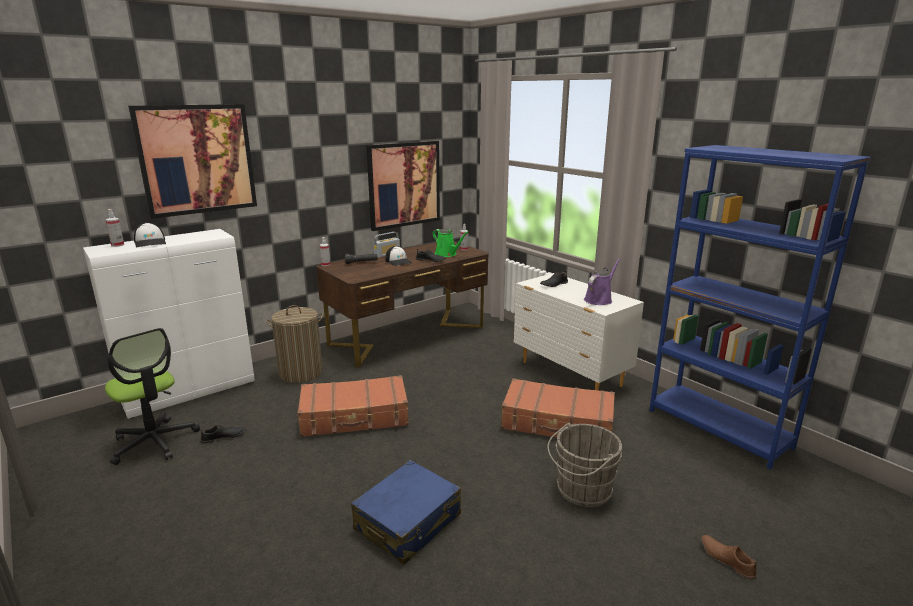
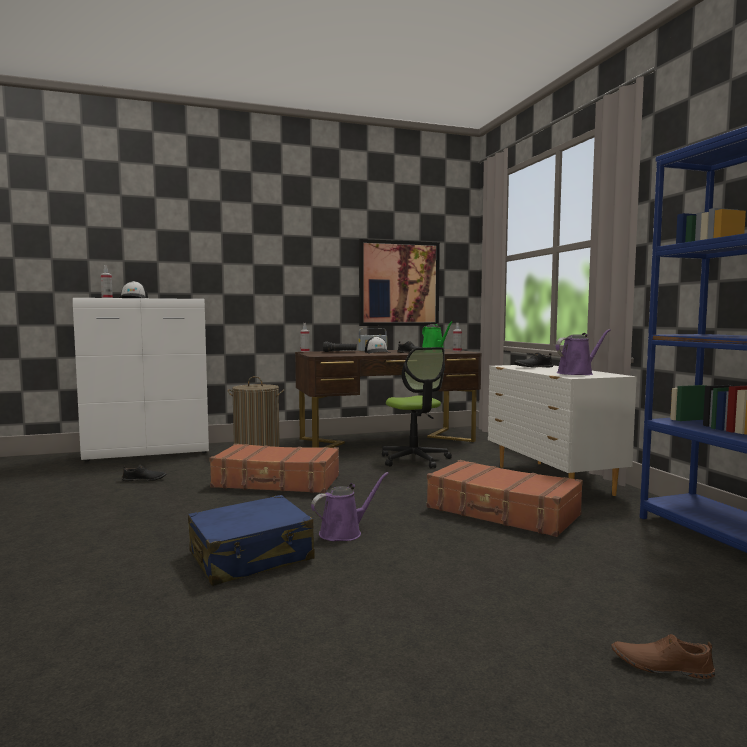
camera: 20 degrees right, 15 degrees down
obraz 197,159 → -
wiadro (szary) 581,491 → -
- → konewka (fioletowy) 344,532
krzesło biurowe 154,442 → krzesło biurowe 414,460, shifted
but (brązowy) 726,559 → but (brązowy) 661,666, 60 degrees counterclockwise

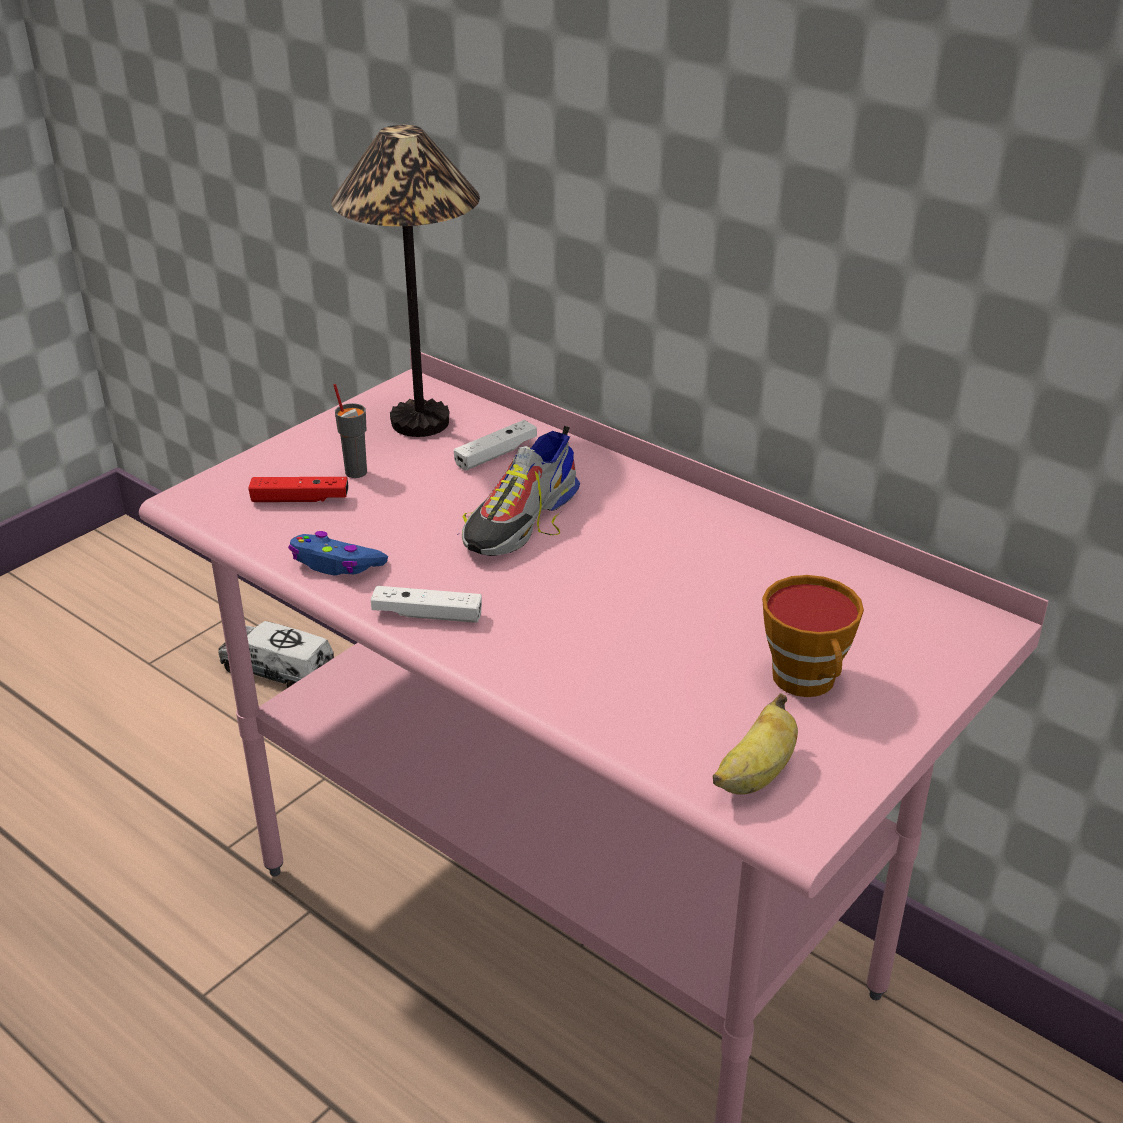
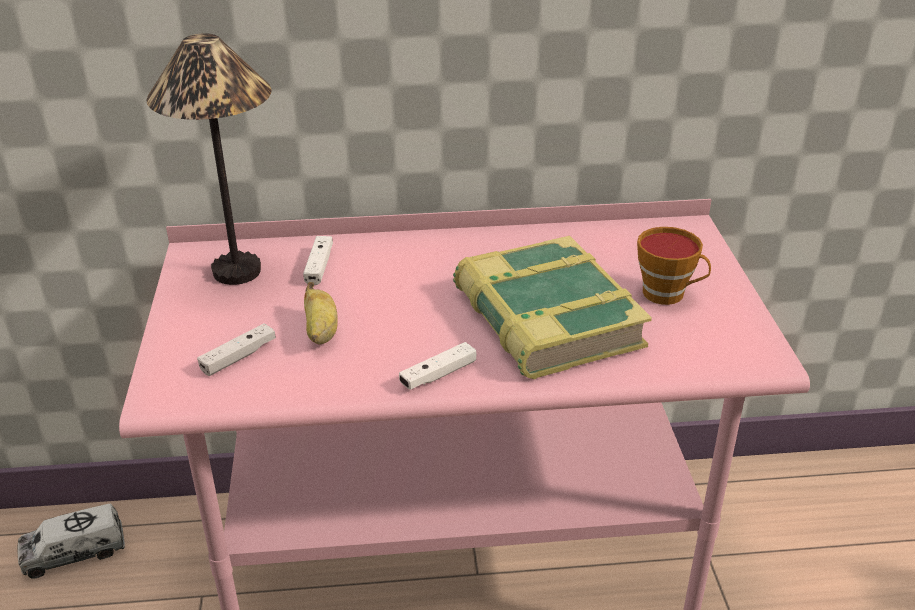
camera: 45 degrees left, 0 degrees up
pad do gier (niebieski) 336,564 → -
filiżanka (szary) 356,472 → -
but 521,520 → -
- → książka 545,319
banan 755,775 → banan 321,332, shifted
pad do gier (czerwony) 300,499 → pad do gier (biały) 238,357

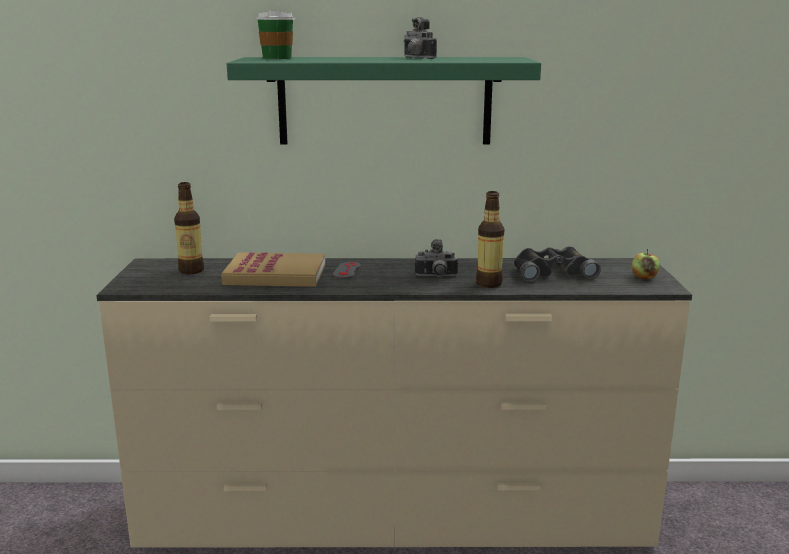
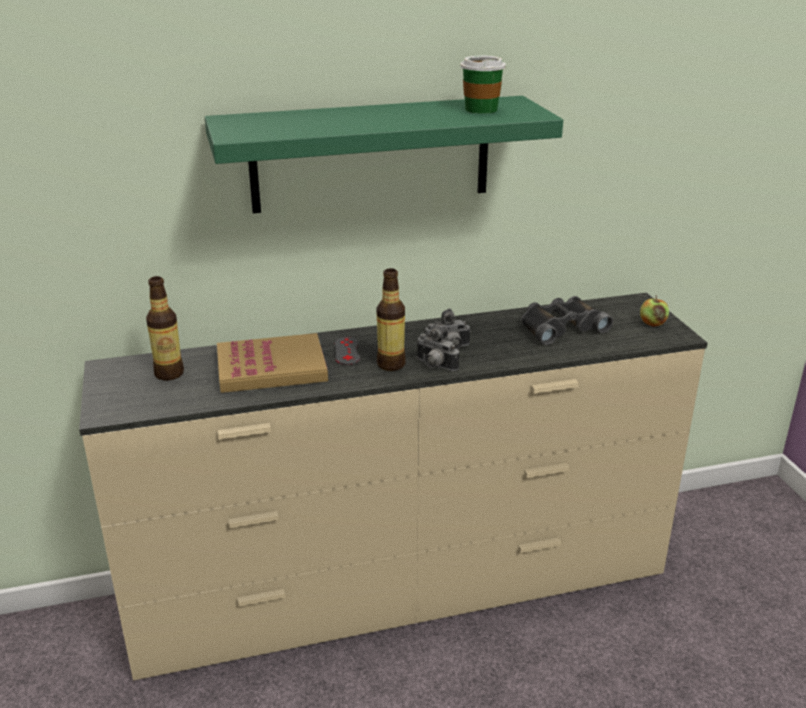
camera: 15 degrees left, 10 degrees up
filiżanka 277,58 → filiżanka 481,109, shifted
aparat fotograficzny 416,58 → aparat fotograficzny 434,366, shifted
butelka 488,283 → butelka 391,364, shifted

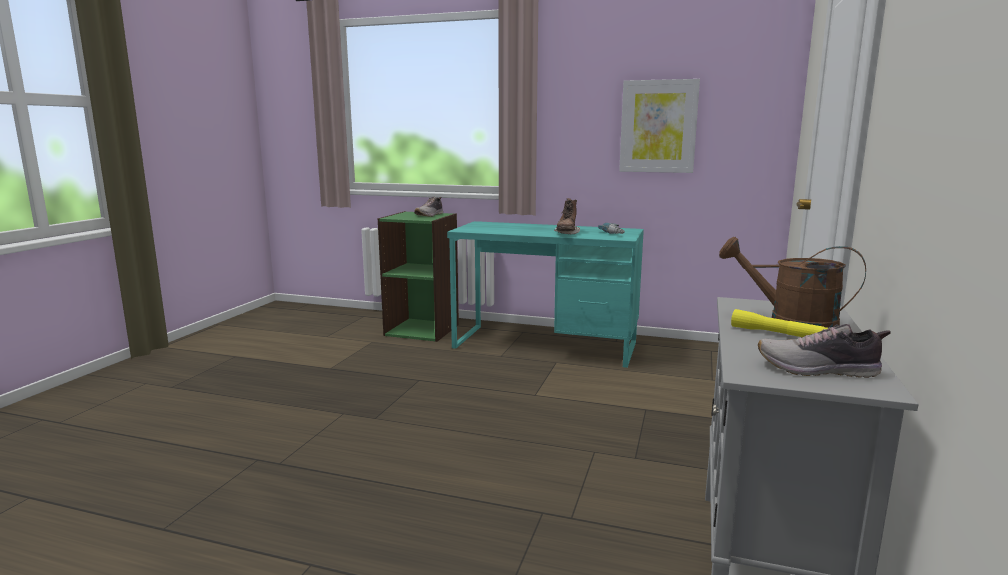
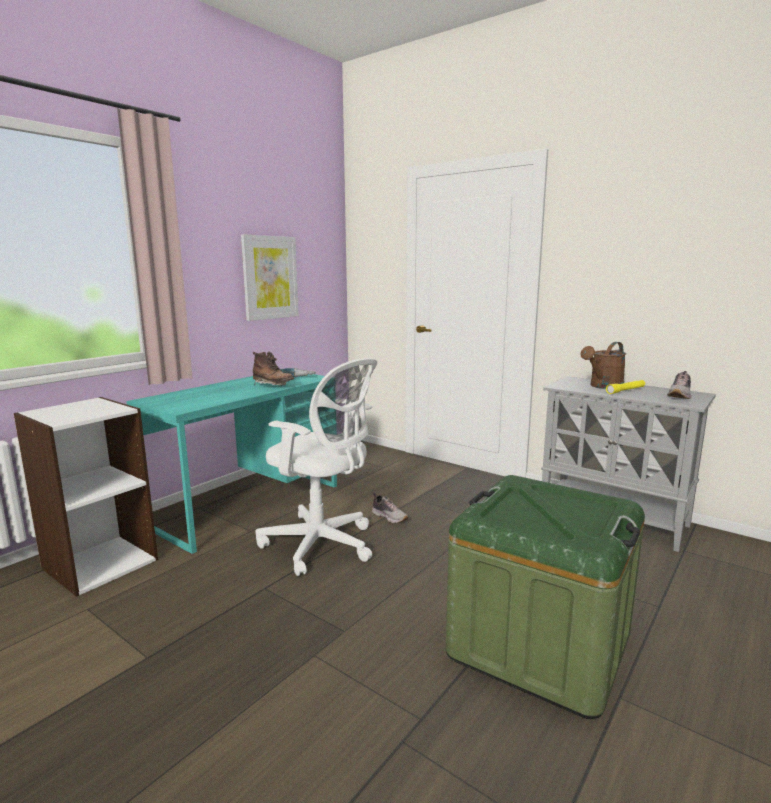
camera: 70 degrees left, 0 degrees up
- → krzesło biurowe (biały) 322,545
- → pojemnik do przechowywania (zielony) 539,644
but 430,215 → but 390,517, shifted
regał (zielony) 422,330 → regał (biały) 100,563

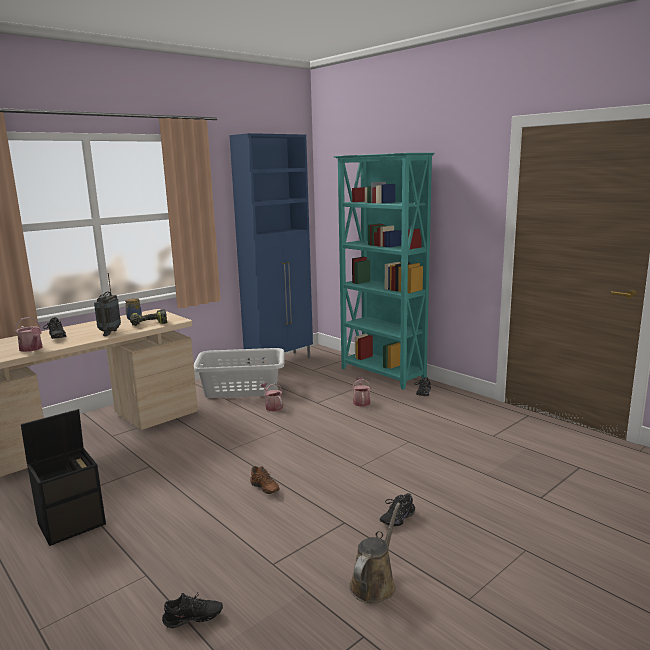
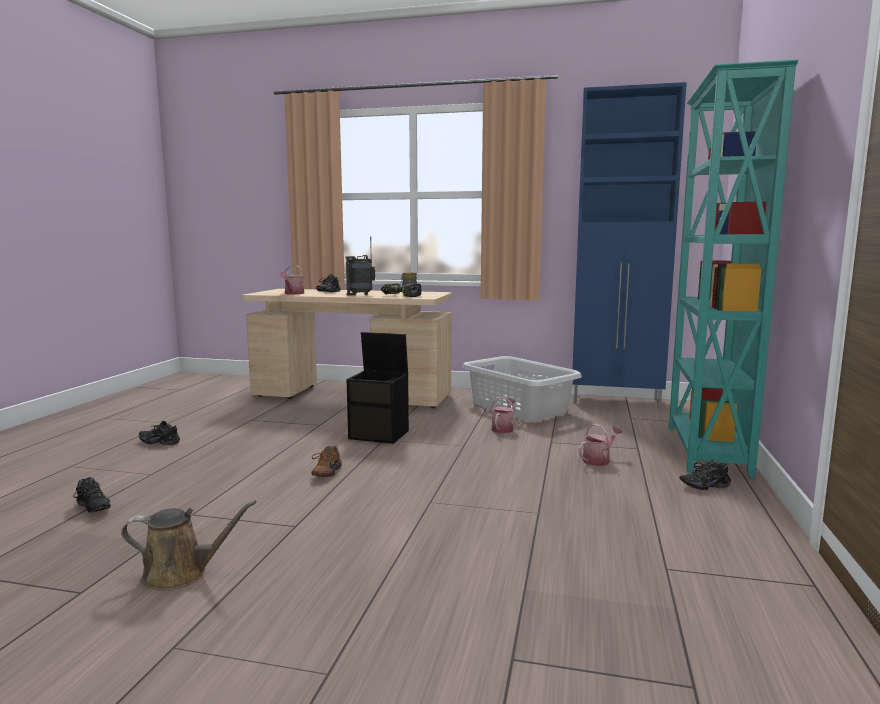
camera: 55 degrees right, 5 degrees down
pojemnik do przechowywania (czarny) 73,523 → pojemnik do przechowywania (czarny) 380,434, shifted
but (czarny) 396,518 → but (czarny) 160,442, shifted

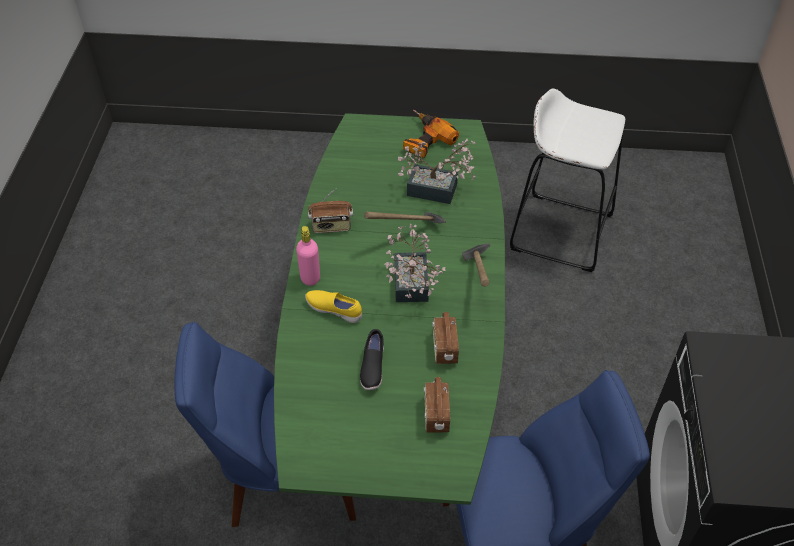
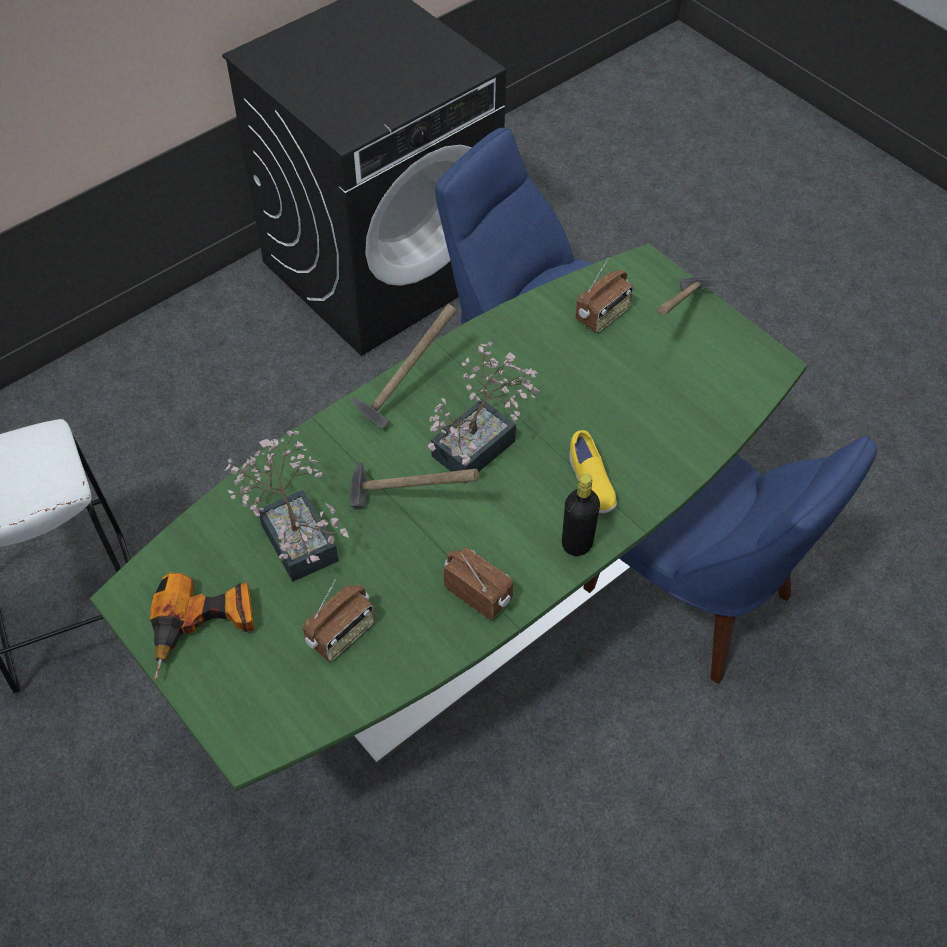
camera: 135 degrees left, 5 degrees up
but (czarny) 372,368 → -
- → młotek 680,321
radio 444,349 → radio 341,634, shifted
butelka (różowy) 310,278 → butelka (czarny) 577,543

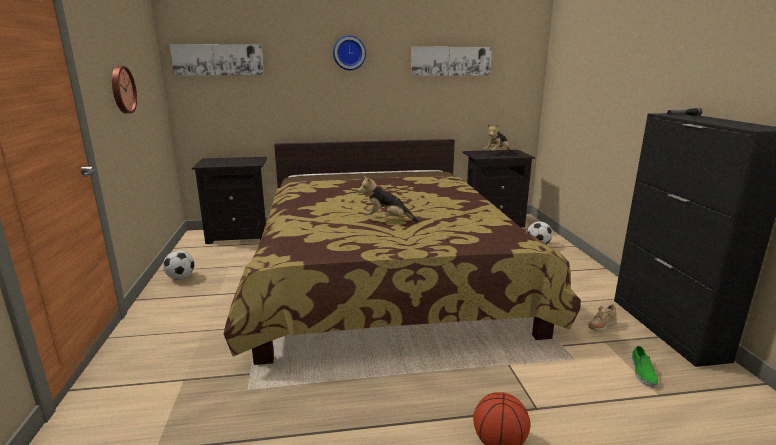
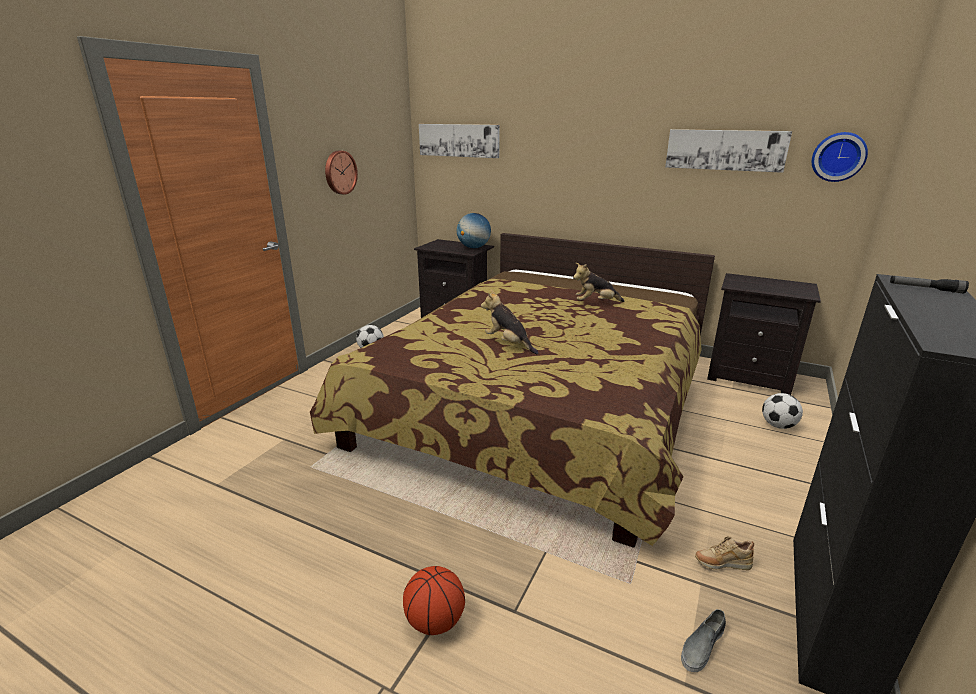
camera: 35 degrees right, 5 degrees up
- → globus 474,247
zegar ścienny 349,53 → zegar ścienny 838,157, shifted
pluszak 497,152 → pluszak 595,303, shifted
but (zielony) 642,372 → but (szary) 702,645

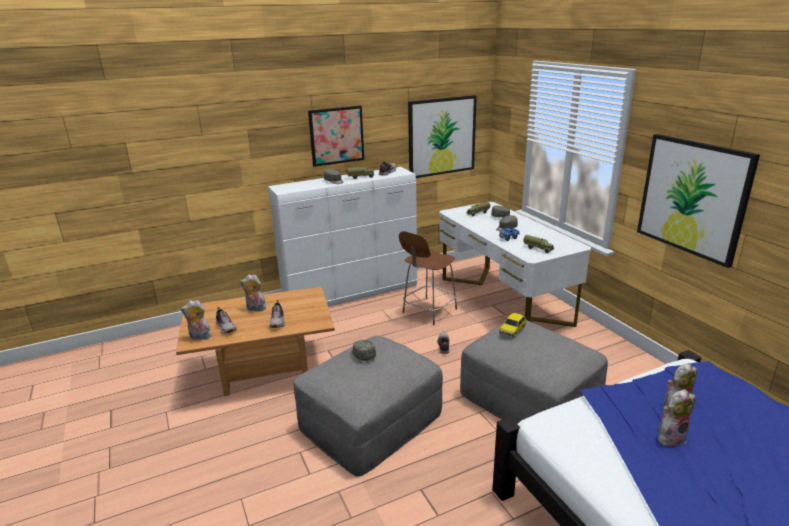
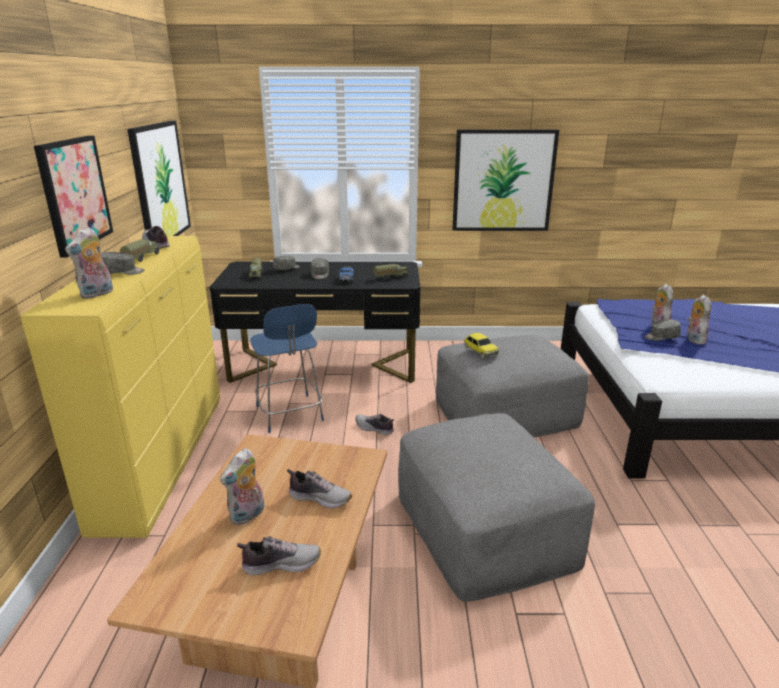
camera: 65 degrees left, 0 degrees up
pluszak 199,337 → pluszak 97,294, shifted
czapka z daszkiem (szary) 362,355 → czapka z daszkiem (szary) 661,337, shifted
komoda (biały) 352,294 → komoda (żółty) 166,459
krzesło (brązowy) 428,311 → krzesło (niebieski) 290,415
biurko (biały) 503,300 → biurko (czarny) 324,365

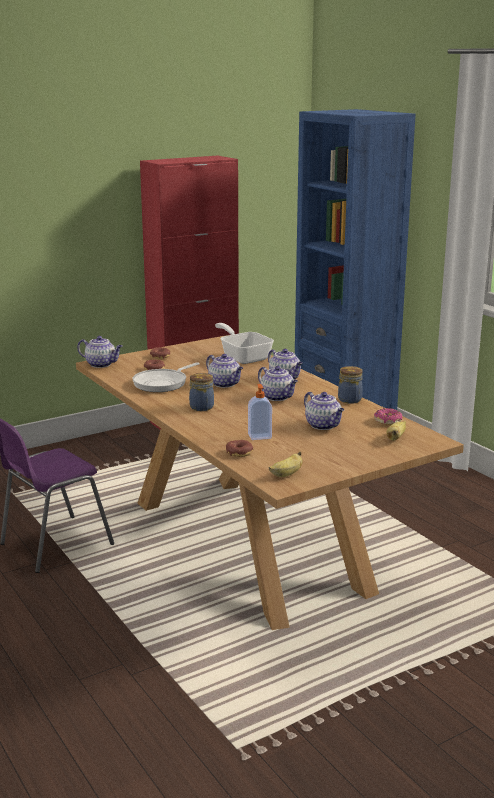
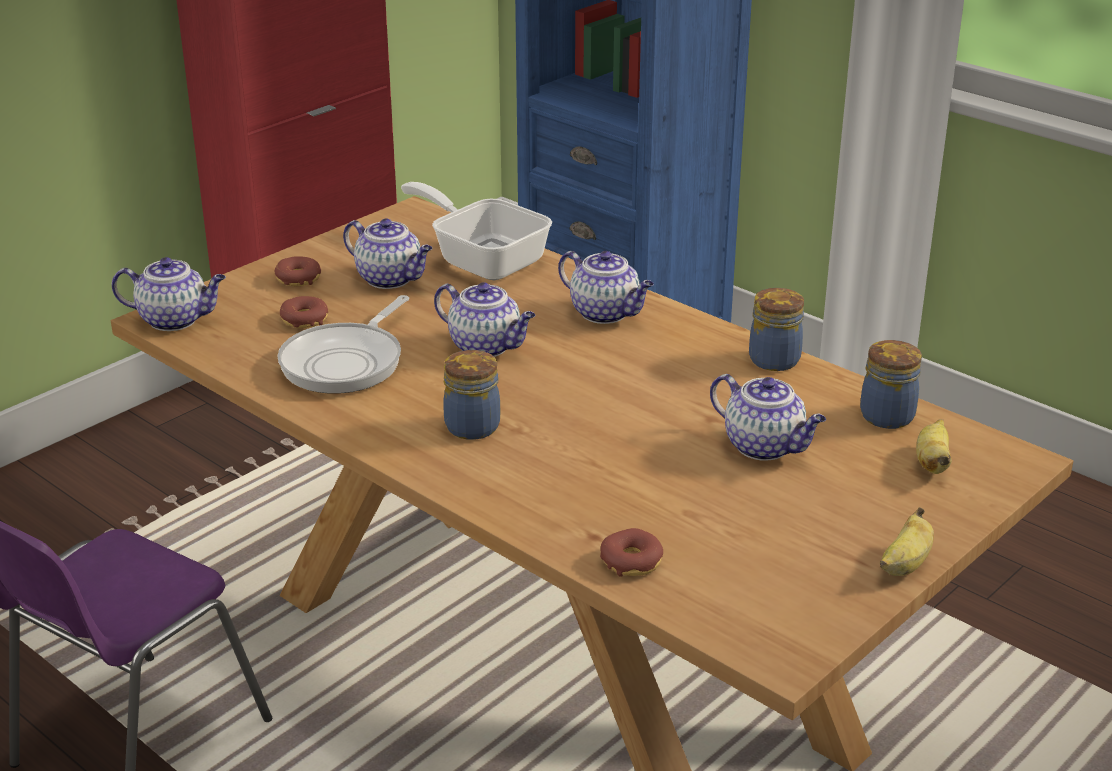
camera: 15 degrees left, 10 degrees up
dozownik mydła 259,436 → -
imbryk 278,397 → imbryk 391,279, shifted
banan 286,474 → banan 905,565, shifted
donut 388,421 → słoik 887,415

